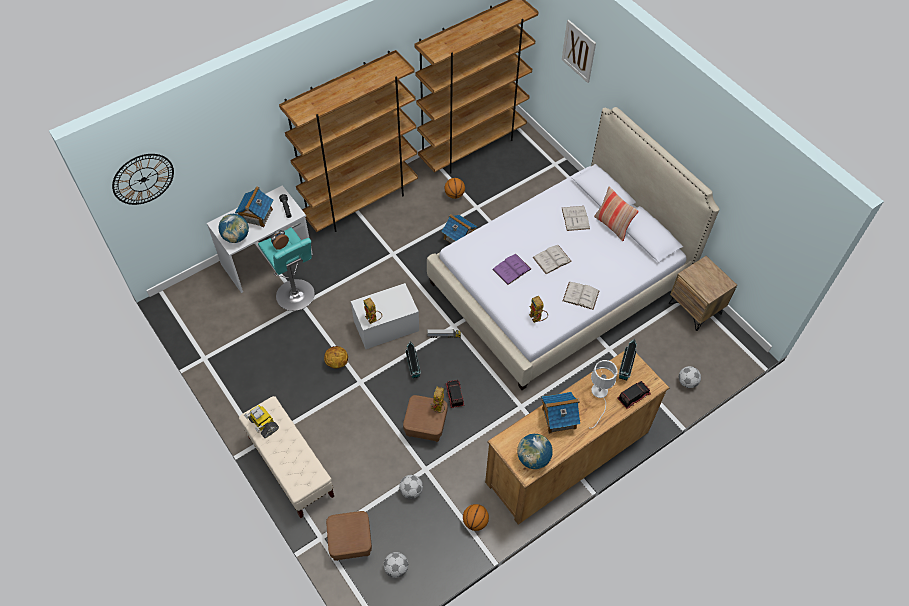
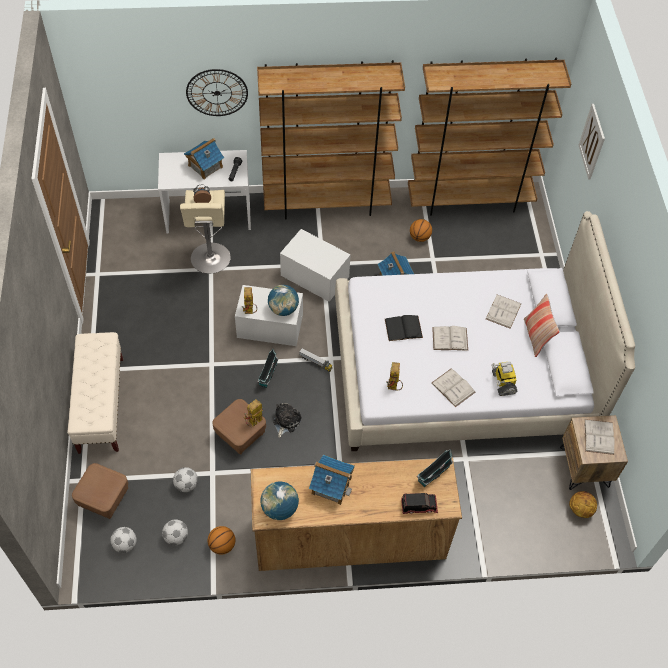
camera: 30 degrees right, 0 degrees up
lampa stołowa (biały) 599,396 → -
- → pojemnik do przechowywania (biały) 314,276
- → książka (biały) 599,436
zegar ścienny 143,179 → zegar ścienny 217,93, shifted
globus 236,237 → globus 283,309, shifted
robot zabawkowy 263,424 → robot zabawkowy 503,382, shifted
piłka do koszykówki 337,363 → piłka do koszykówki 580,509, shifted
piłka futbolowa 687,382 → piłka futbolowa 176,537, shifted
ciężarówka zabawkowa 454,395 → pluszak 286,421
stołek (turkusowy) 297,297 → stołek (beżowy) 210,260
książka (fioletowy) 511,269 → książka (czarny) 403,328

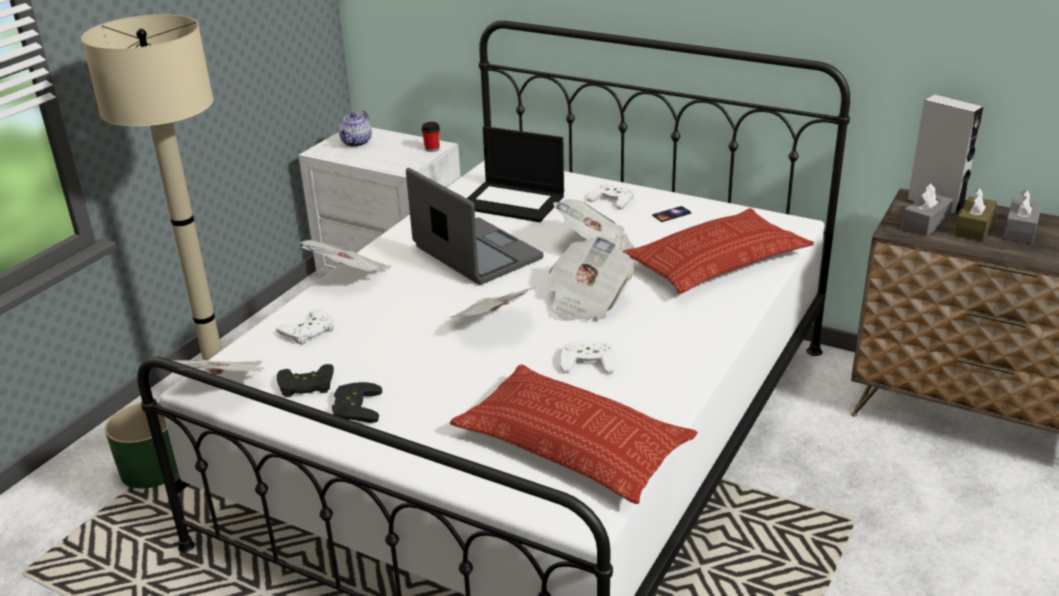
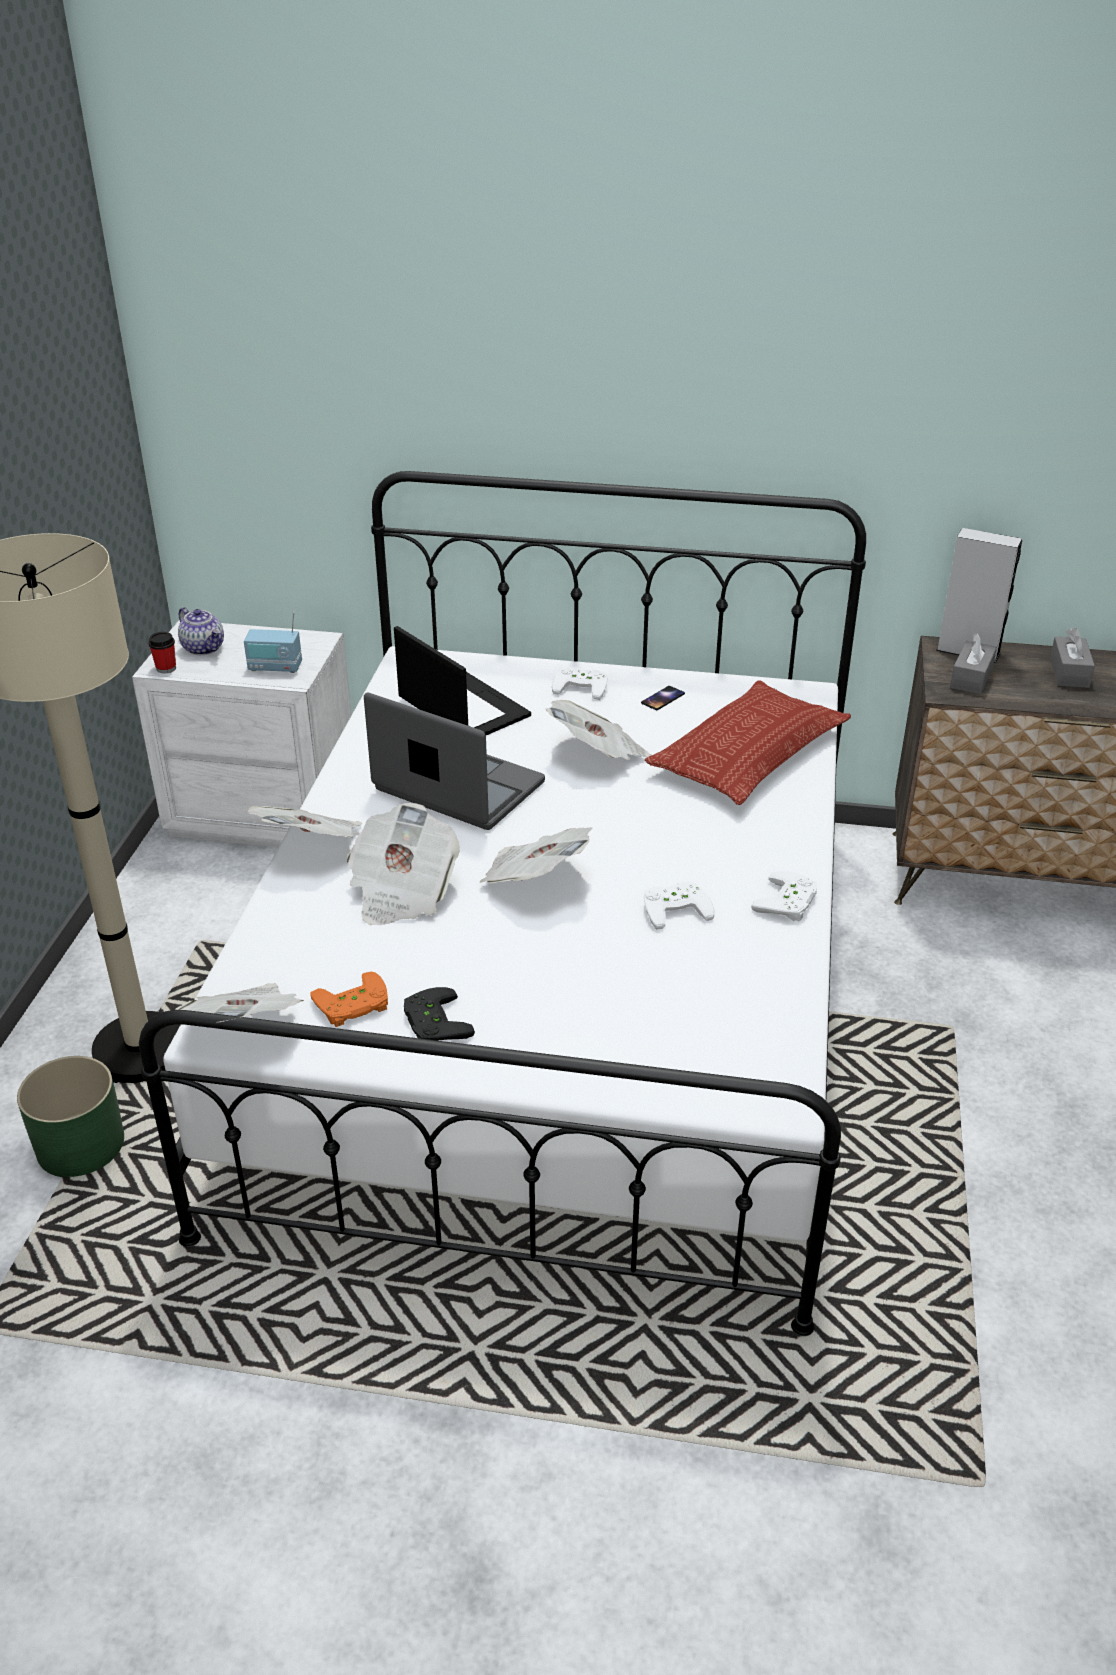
camera: 20 degrees left, 5 degrees up
poduszka 573,443 → -
pudełko chusteczek (brązowy) 973,228 → -
- → radio 275,668
pad do gier (biały) 309,332 → pad do gier (biały) 789,902, shifted
filiżanka 432,149 → filiżanka 166,668, shifted
gazeta 586,301 → gazeta 402,891, shifted
pad do gier (czarny) 305,386 → pad do gier (pomarańczowy) 353,1006
imbryk 357,142 → imbryk 204,648, 45 degrees counterclockwise
laptop 514,202 → laptop 461,707, 135 degrees counterclockwise

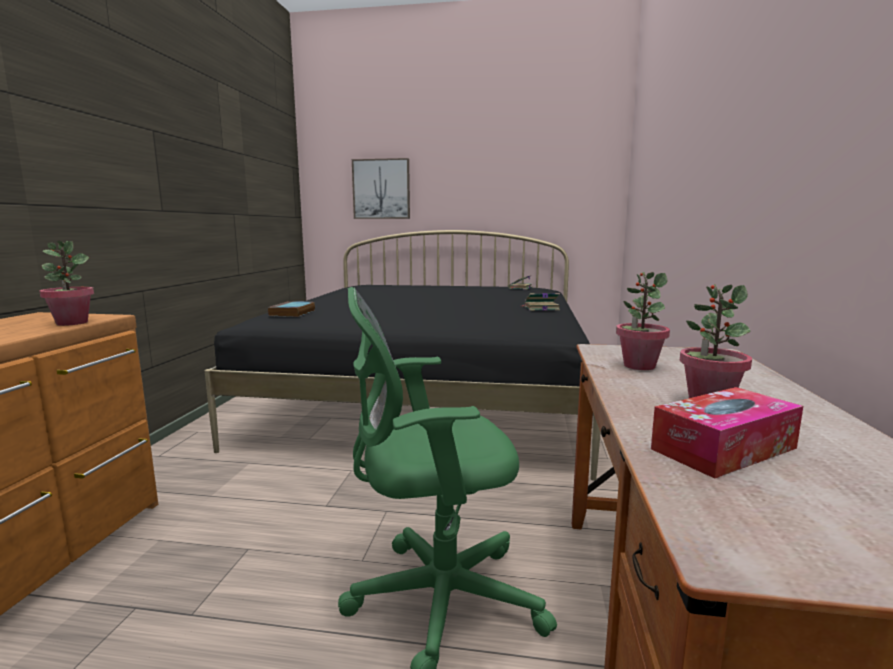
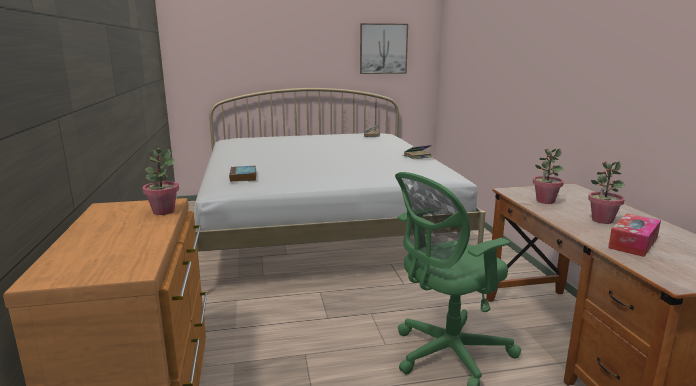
camera: 20 degrees left, 5 degrees up
obraz 381,189 → obraz 383,49, shifted
łóżko (czarny) 431,397 → łóżko (biały) 323,229

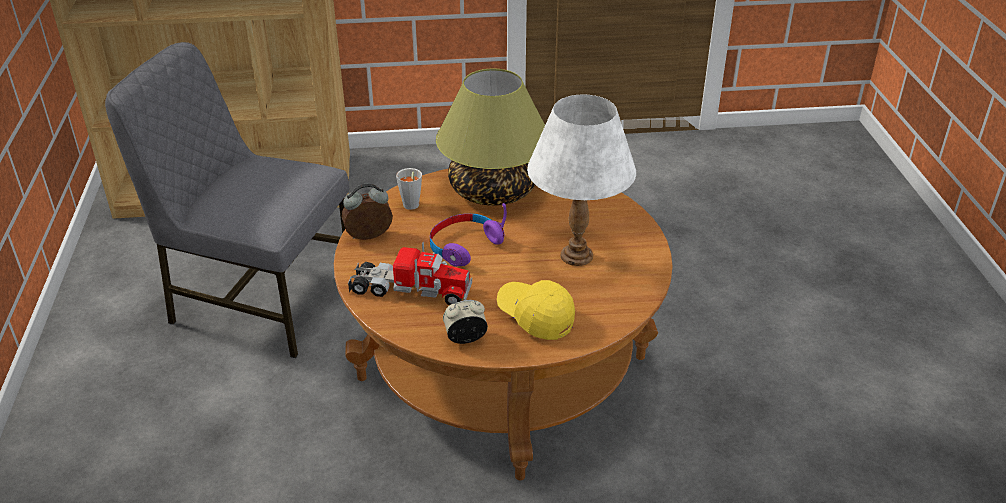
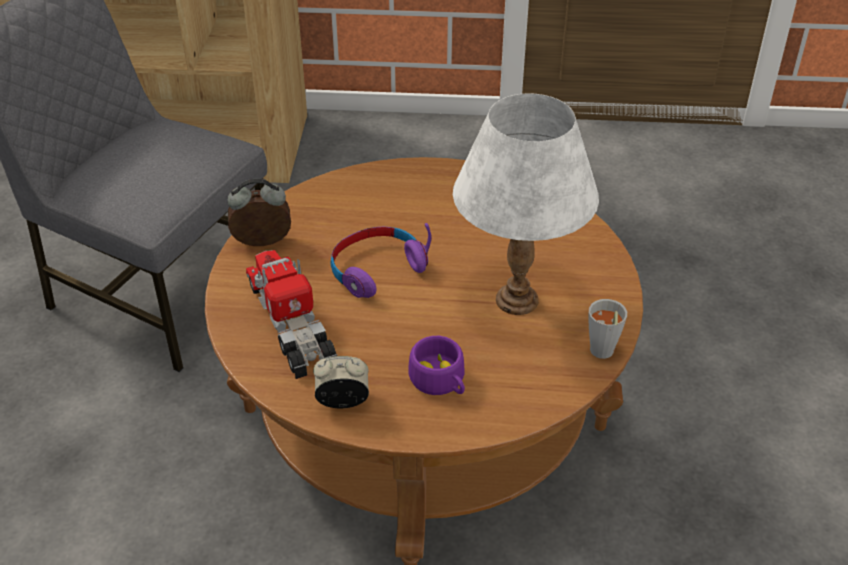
camera: 10 degrees right, 5 degrees up
lampa stołowa 492,190 → -
filiżanka (szary) 411,207 → filiżanka (szary) 601,354, shifted
czapka z daszkiem (żółty) 535,317 → filiżanka (fioletowy) 440,382
ciężarówka zabawkowa 410,290 → ciężarówka zabawkowa 292,323, 135 degrees counterclockwise

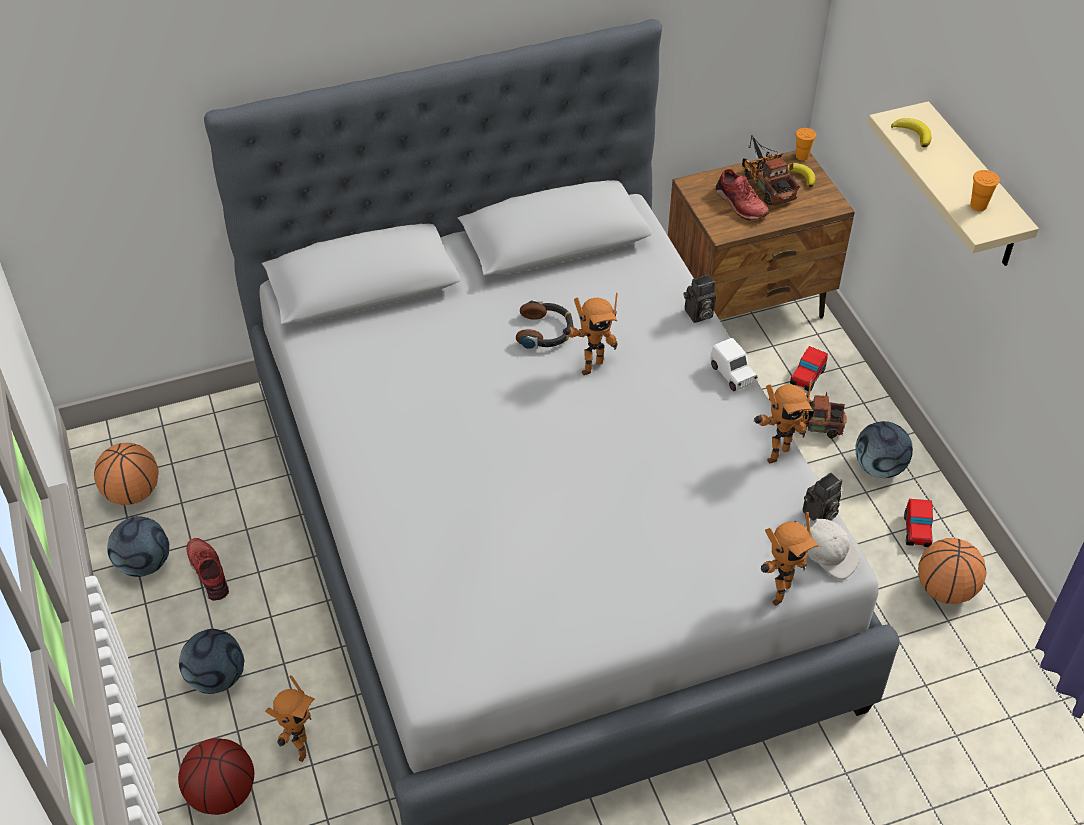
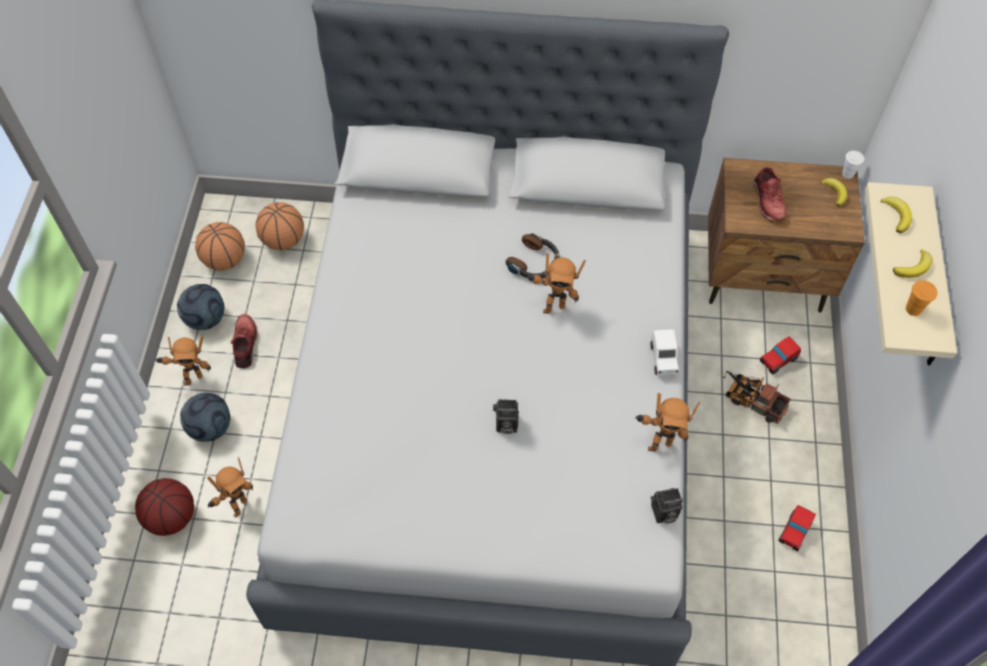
camera: 25 degrees right, 10 degrees up
ciężarówka zabawkowa 766,183 → -
czapka z daszkiem (biały) 827,556 → -
piłka futbolowa 878,467 → -
- → banan 914,267
aparat fotograficzny 698,315 → aparat fotograficzny 505,425, shifted
robot zabawkowy 777,592 → robot zabawkowy 192,378, shifted
piłka do koszykówki 945,589 → piłka do koszykówki 283,240, shifted
filiżanka (pomarańczowy) 802,156 → filiżanka (biały) 847,174

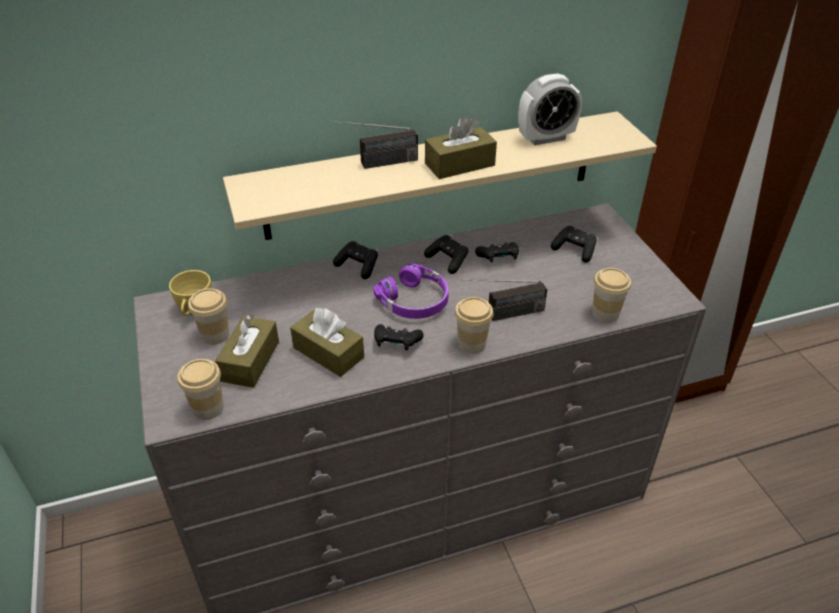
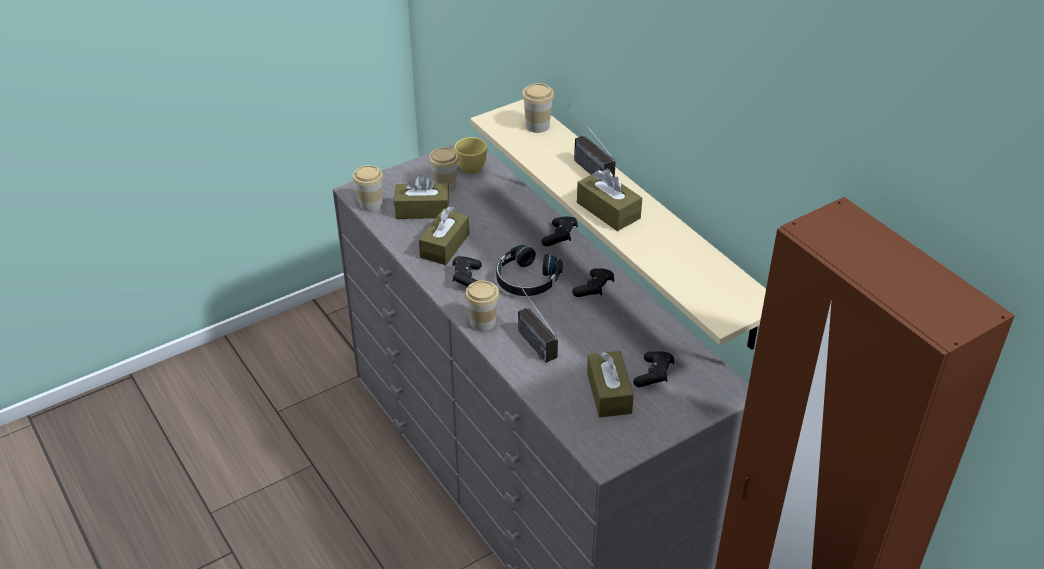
camera: 75 degrees right, 0 degrees up
pad do gier (czarny) 498,259 → -
budzik 546,138 → -
- → pudełko chusteczek (brązowy) 609,393
filiżanka 605,313 → filiżanka 537,126, shifted
słuchawki (fioletowy) 415,301 → słuchawki (czarny) 526,280

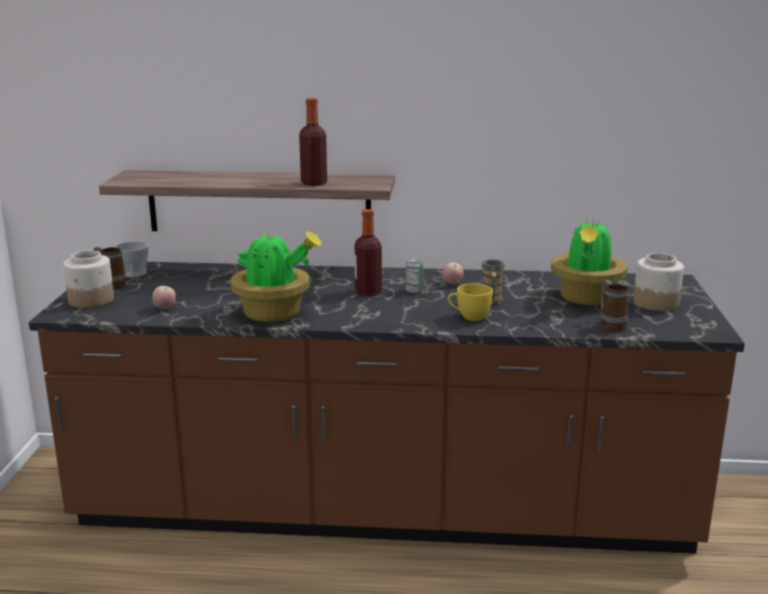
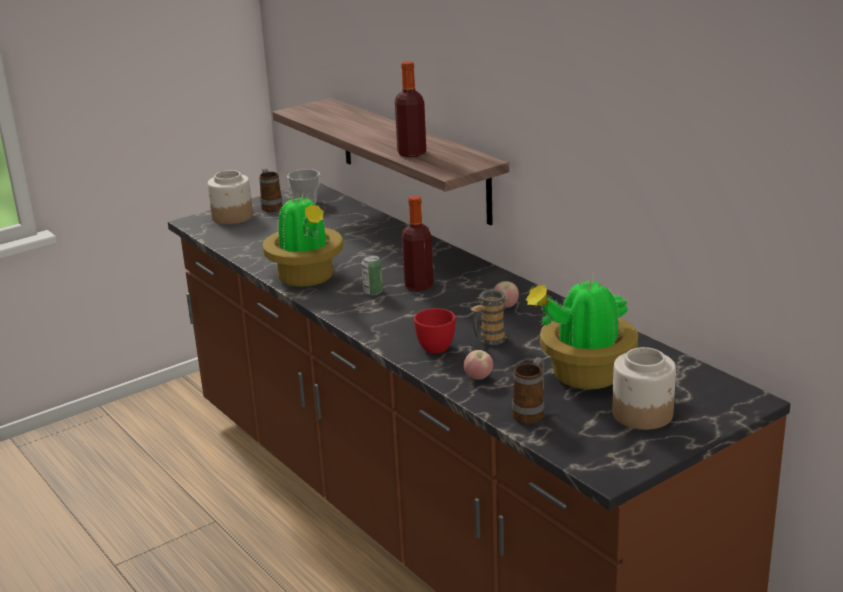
camera: 50 degrees right, 5 degrees up
jabłko 164,308 → jabłko 478,378, shifted
puszka 414,291 → puszka 373,292, shifted
filiżanka (żółty) 469,317 → filiżanka (czerwony) 432,346

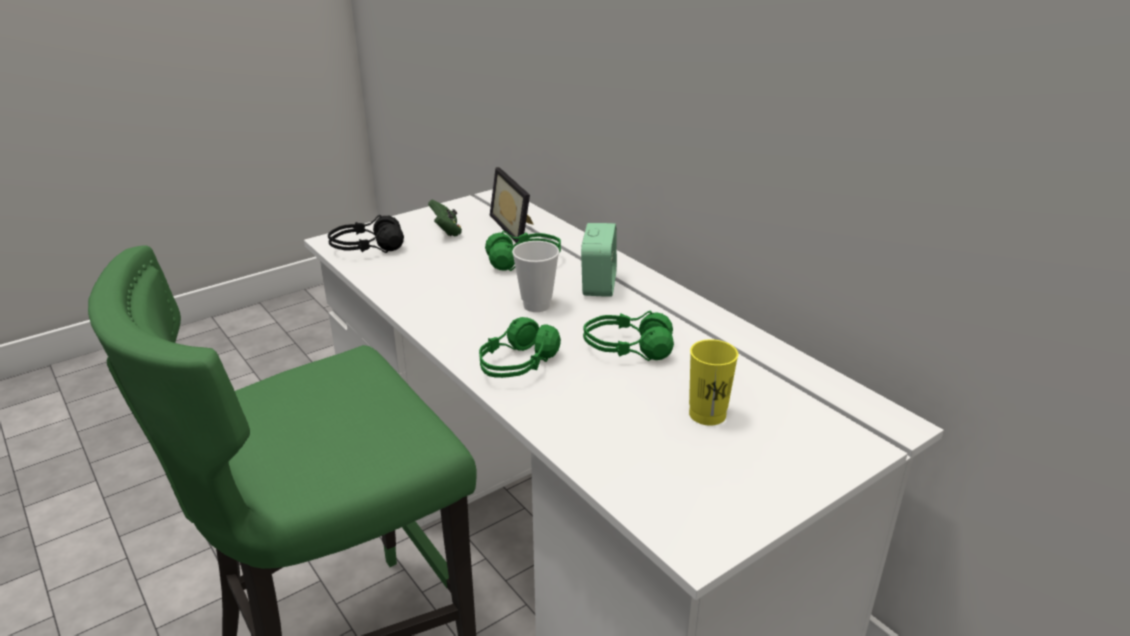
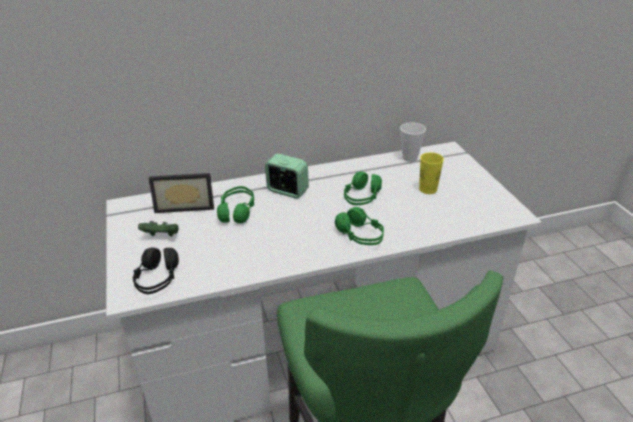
camera: 70 degrees left, 5 degrees up
filiżanka 536,305 → filiżanka 410,158, shifted

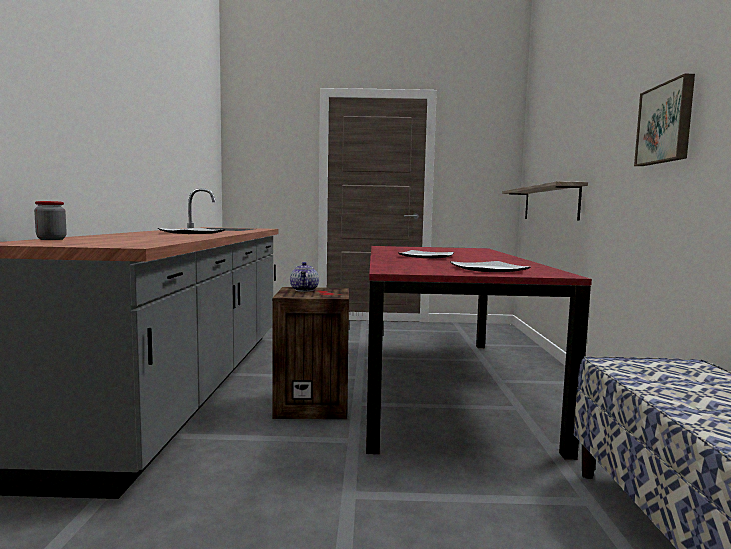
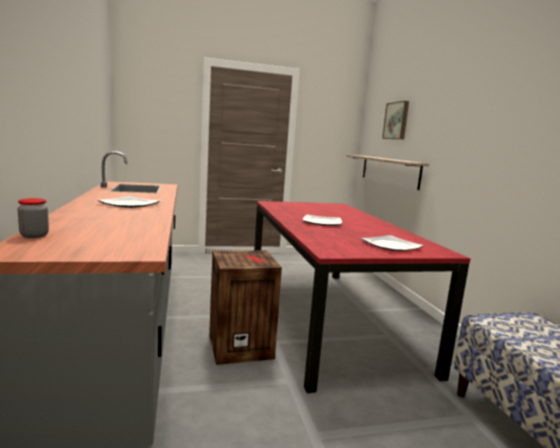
camera: 15 degrees left, 5 degrees up
imbryk 305,290 → -
obraz 666,124 → obraz 396,121, shifted

